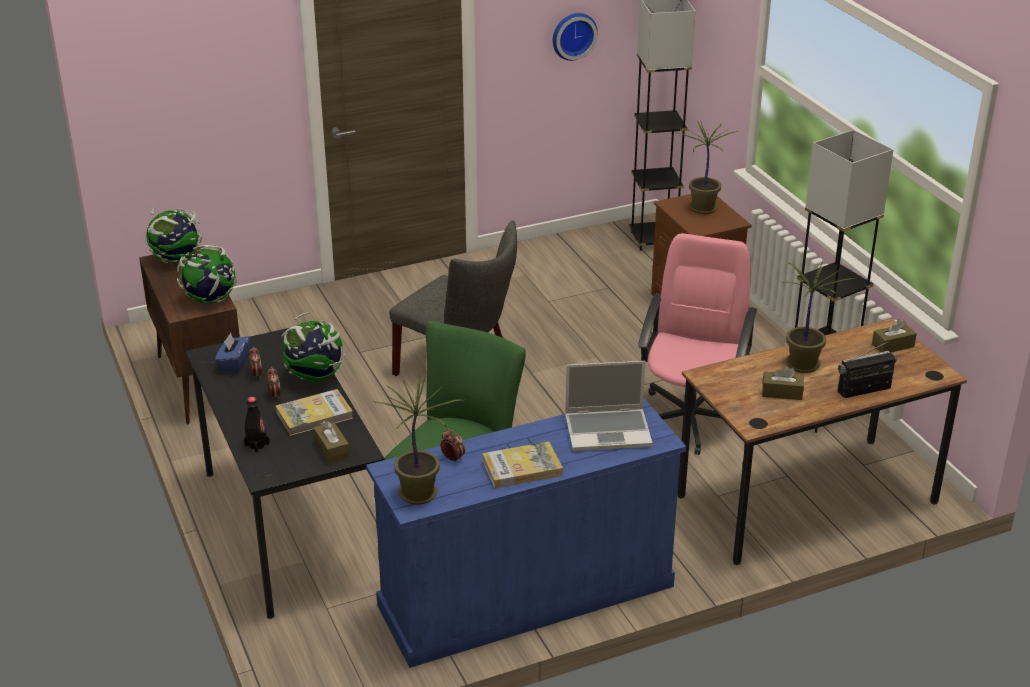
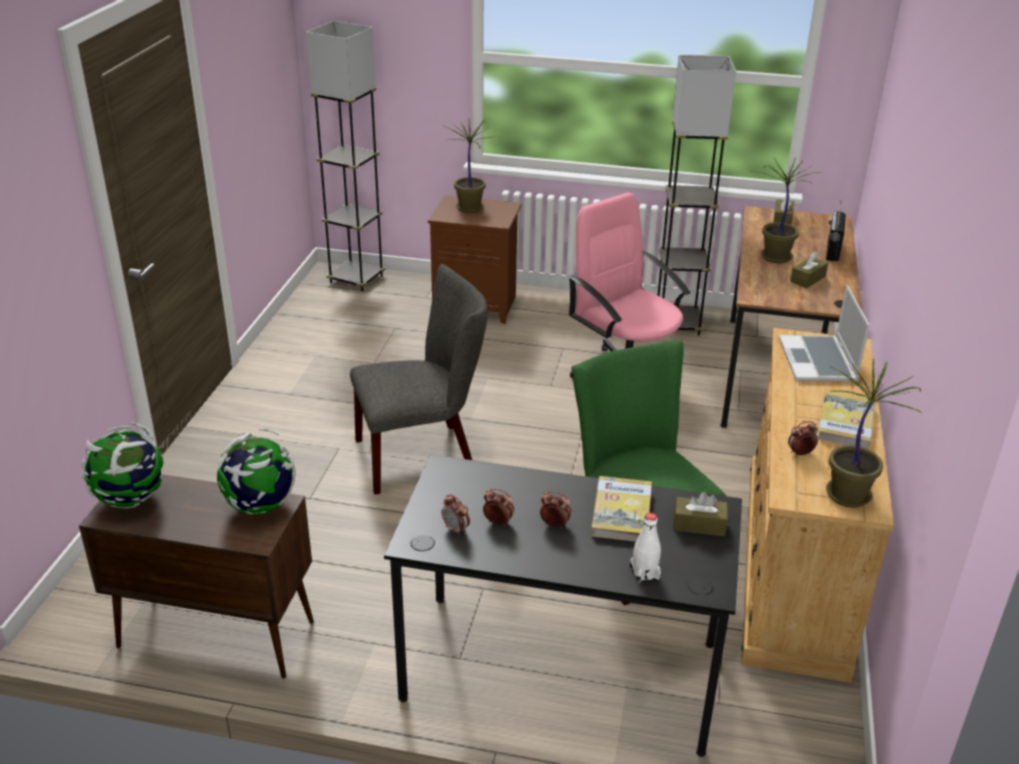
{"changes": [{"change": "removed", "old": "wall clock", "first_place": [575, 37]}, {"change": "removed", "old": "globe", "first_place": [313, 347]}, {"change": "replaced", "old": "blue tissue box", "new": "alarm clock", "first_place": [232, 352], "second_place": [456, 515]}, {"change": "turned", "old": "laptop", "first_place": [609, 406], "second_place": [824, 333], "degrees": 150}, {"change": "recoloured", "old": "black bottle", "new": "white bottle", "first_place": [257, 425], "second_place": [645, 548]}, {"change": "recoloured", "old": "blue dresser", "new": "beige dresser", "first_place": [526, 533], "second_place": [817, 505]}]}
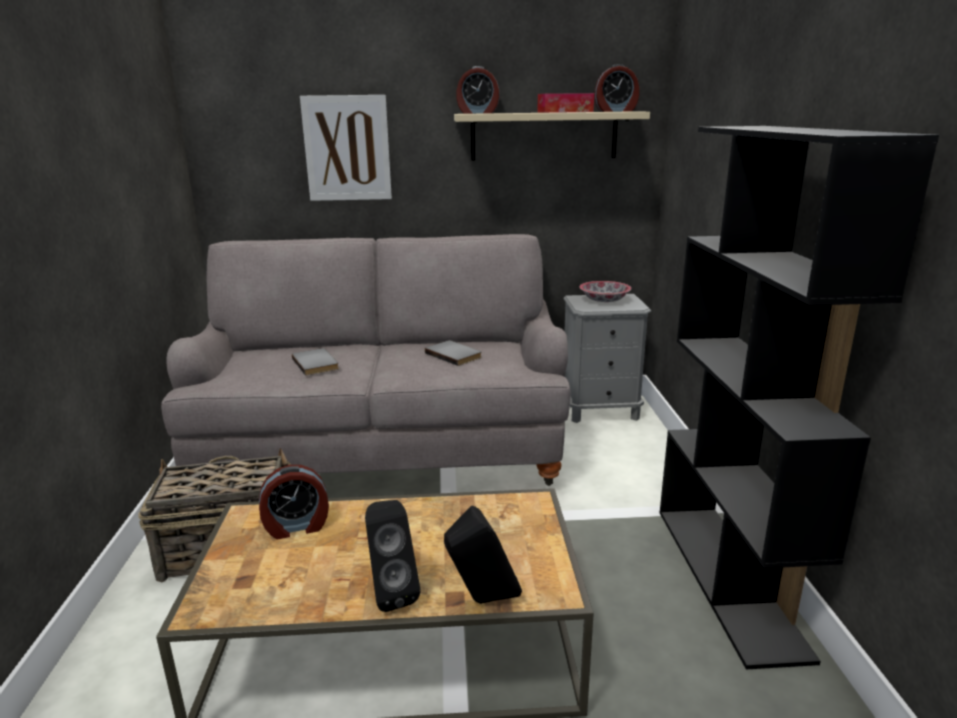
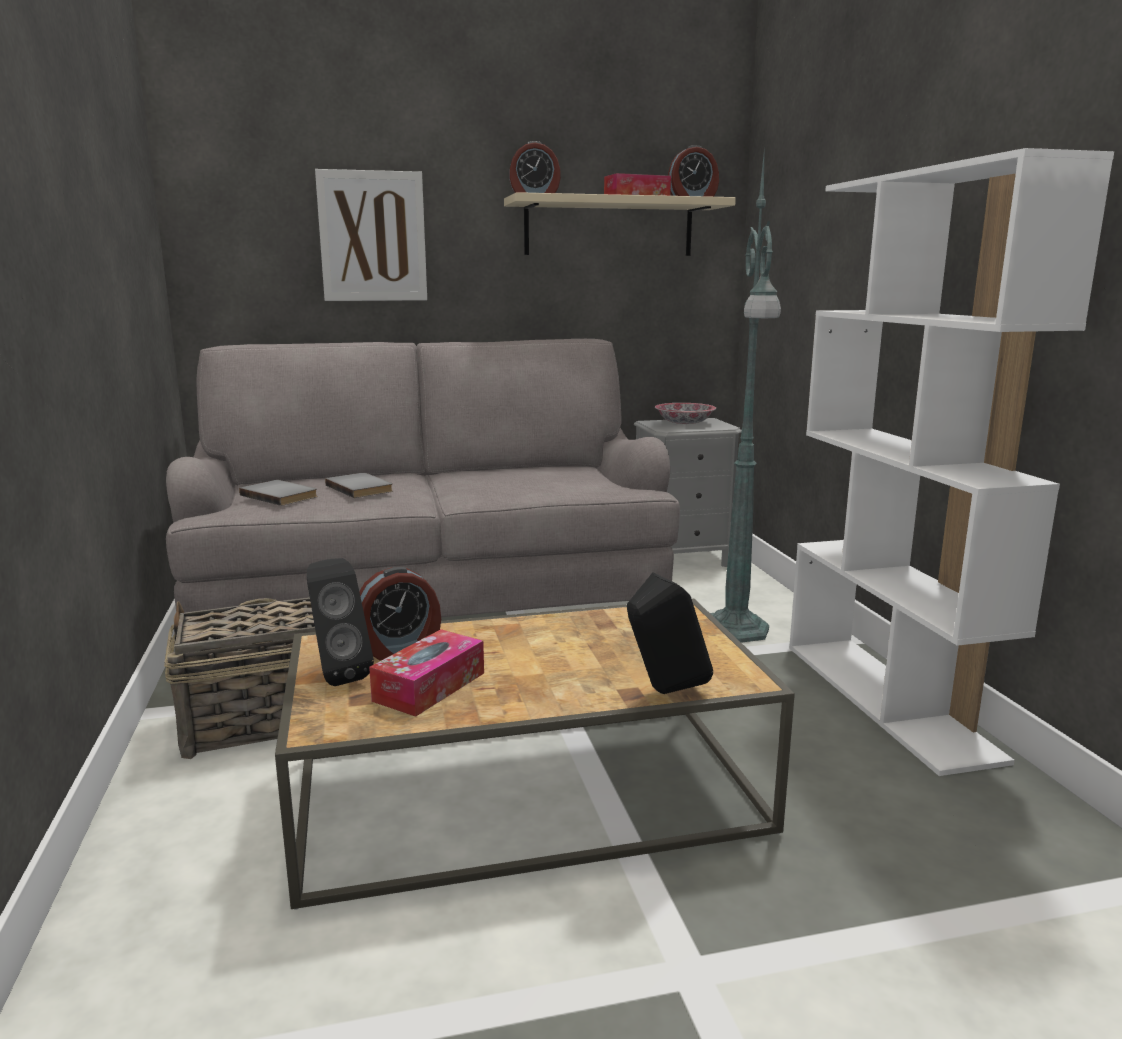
{"changes": [{"change": "recoloured", "old": "black bookcase", "new": "white bookcase", "first_place": [799, 397], "second_place": [951, 462]}, {"change": "moved", "old": "grey book", "first_place": [453, 353], "second_place": [278, 493]}, {"change": "moved", "old": "black speaker", "first_place": [393, 556], "second_place": [340, 622]}, {"change": "added", "new": "green floor lamp", "second_place": [745, 394]}, {"change": "added", "new": "tissue box", "second_place": [426, 673]}]}
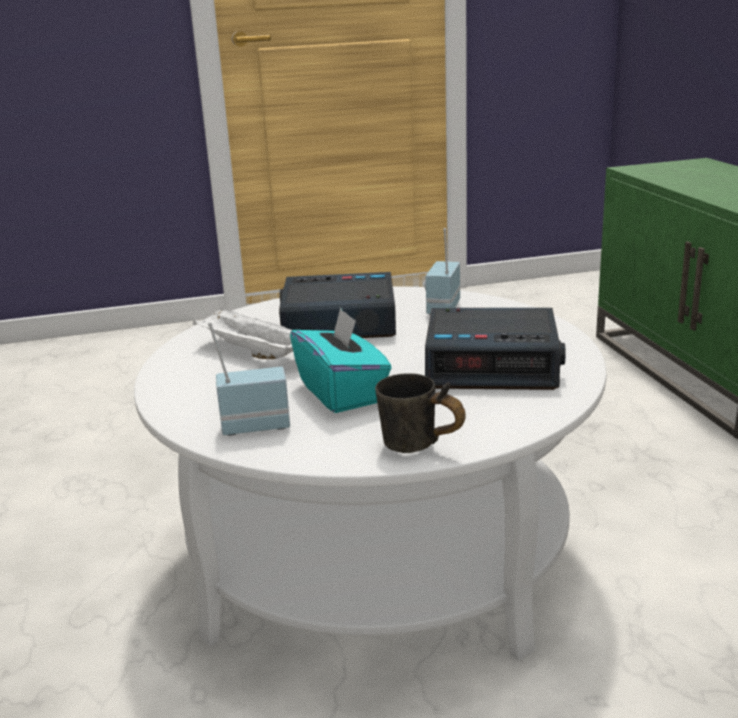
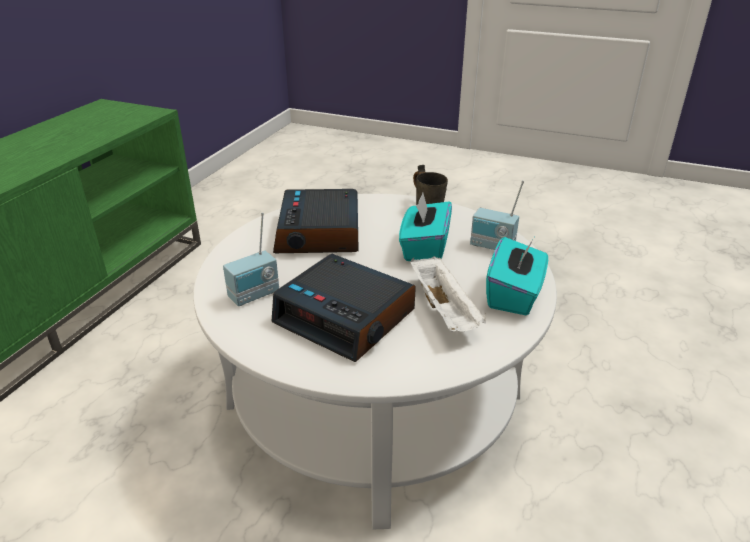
{"changes": [{"change": "turned", "old": "alarm clock", "first_place": [495, 349], "second_place": [316, 221], "degrees": -135}, {"change": "added", "new": "turquoise tissue box", "second_place": [517, 276]}]}
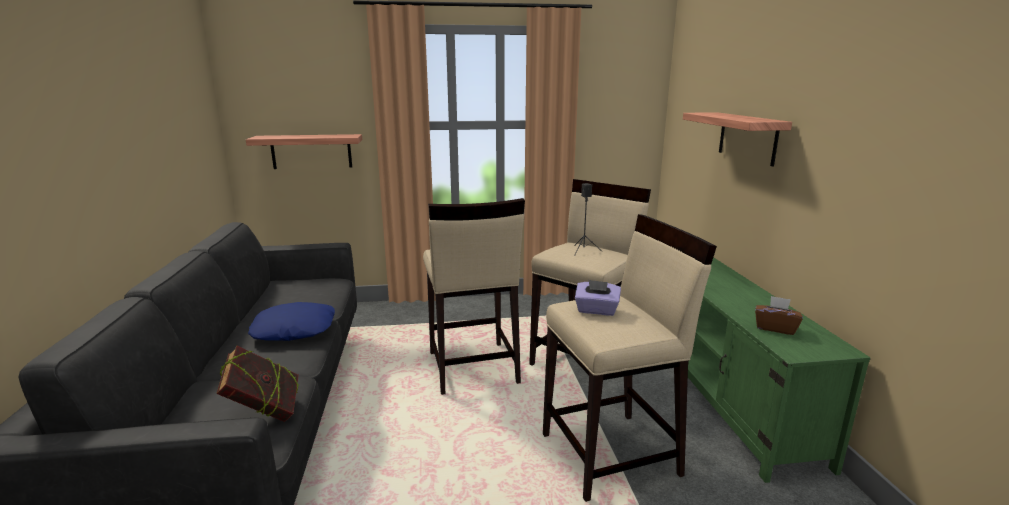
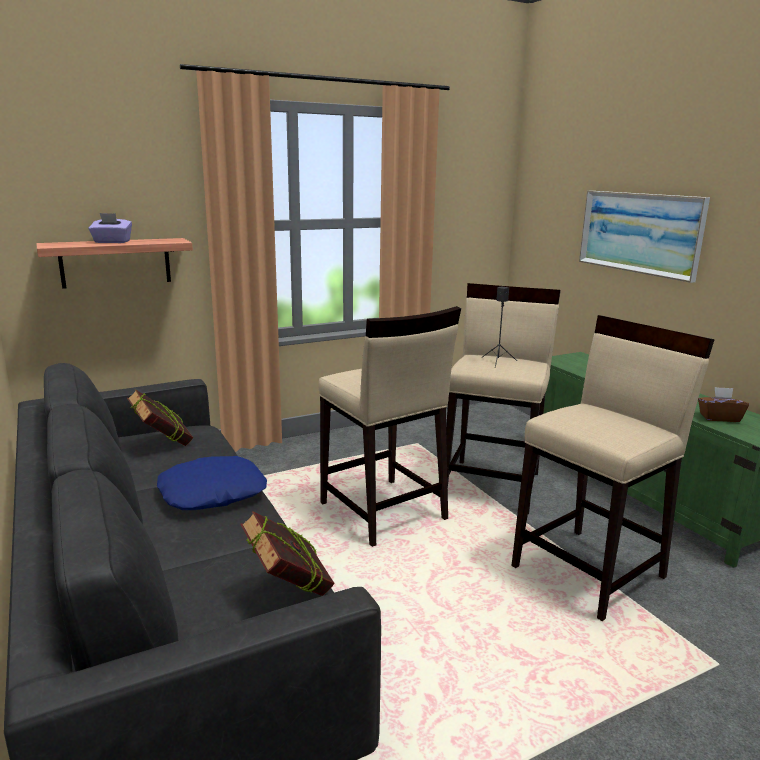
{"changes": [{"change": "replaced", "old": "shelf", "new": "picture", "first_place": [737, 139], "second_place": [644, 237]}, {"change": "moved", "old": "purple tissue box", "first_place": [598, 298], "second_place": [110, 228]}, {"change": "added", "new": "book", "second_place": [160, 417]}]}
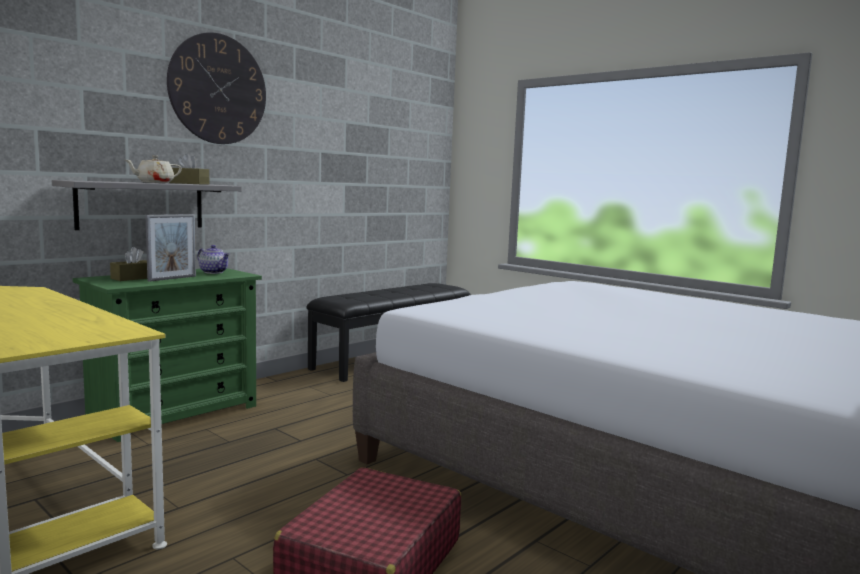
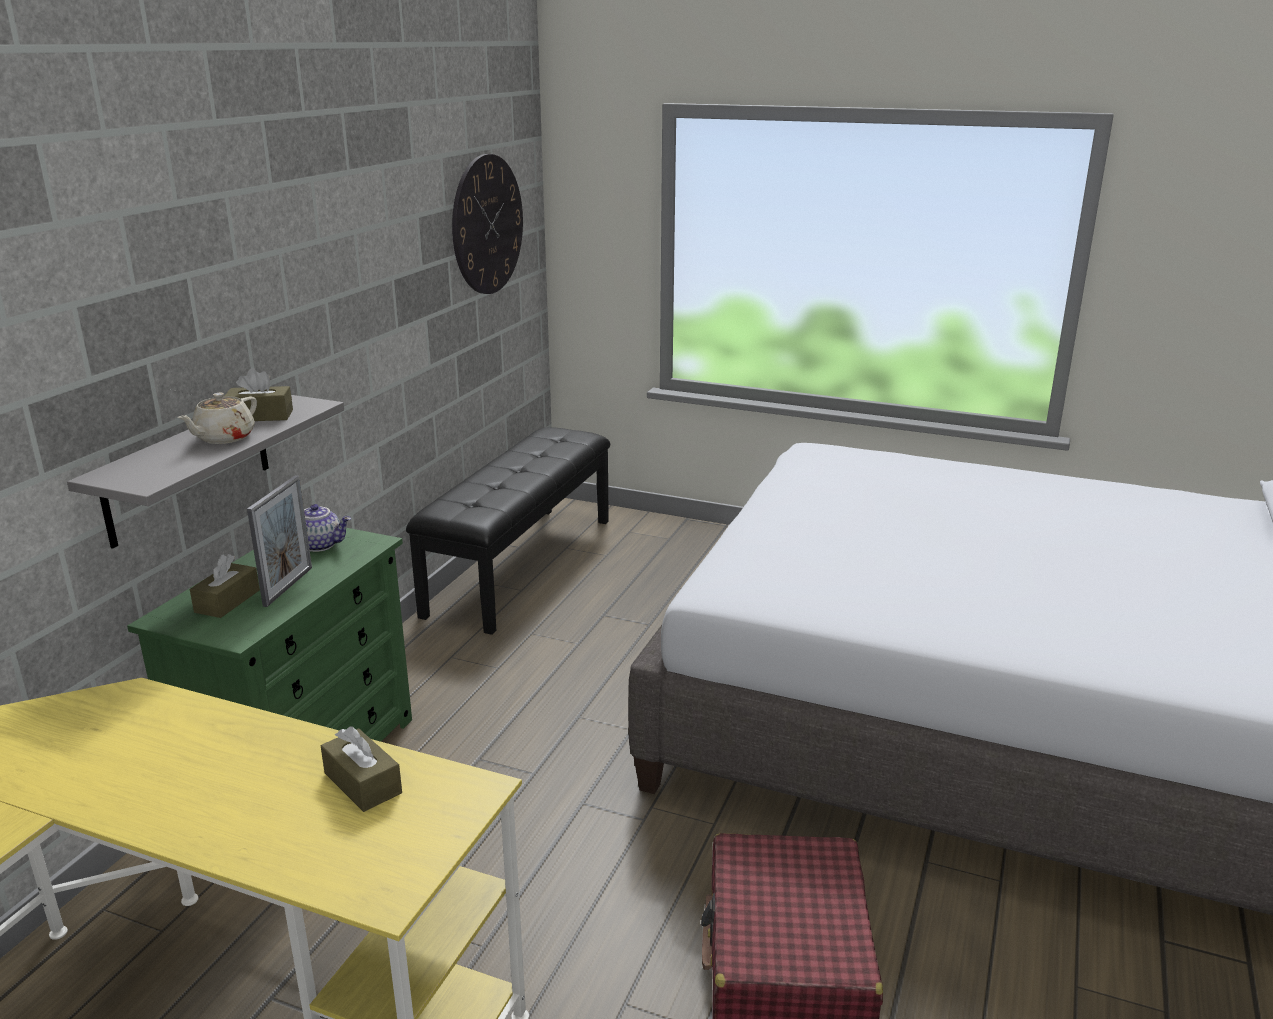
{"changes": [{"change": "moved", "old": "wall clock", "first_place": [216, 88], "second_place": [487, 224]}, {"change": "added", "new": "brown tissue box", "second_place": [361, 769]}]}
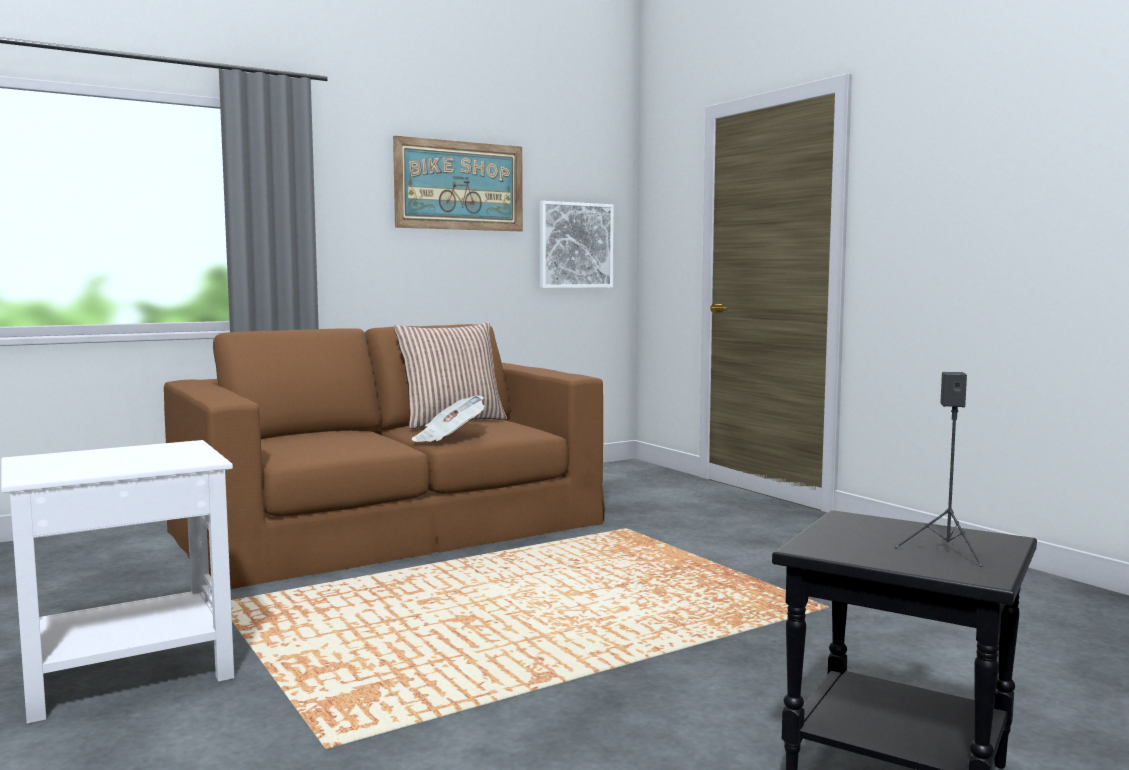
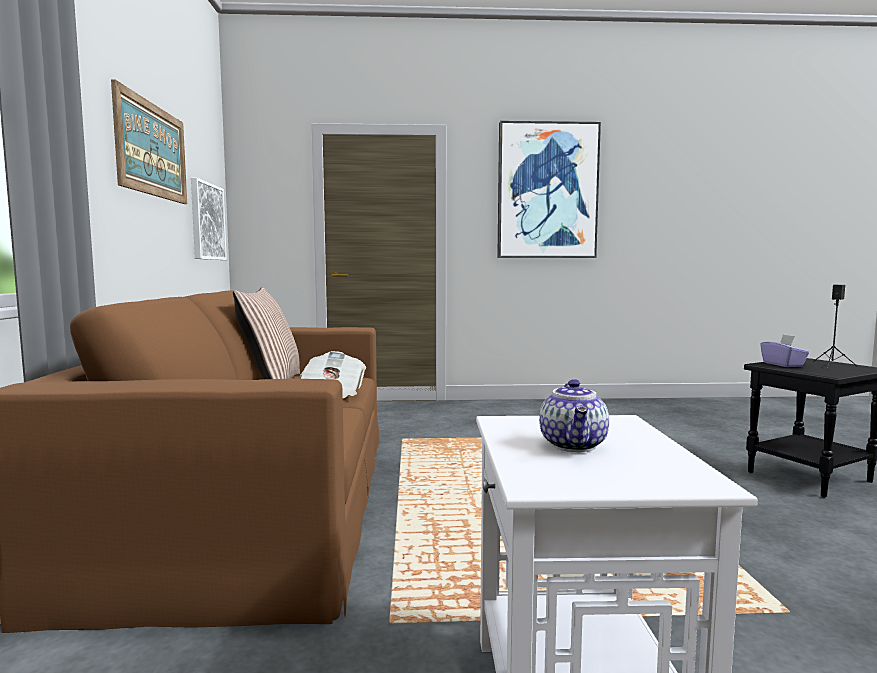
{"changes": [{"change": "added", "new": "picture", "second_place": [549, 189]}, {"change": "added", "new": "purple tissue box", "second_place": [784, 350]}, {"change": "added", "new": "teapot", "second_place": [574, 415]}]}
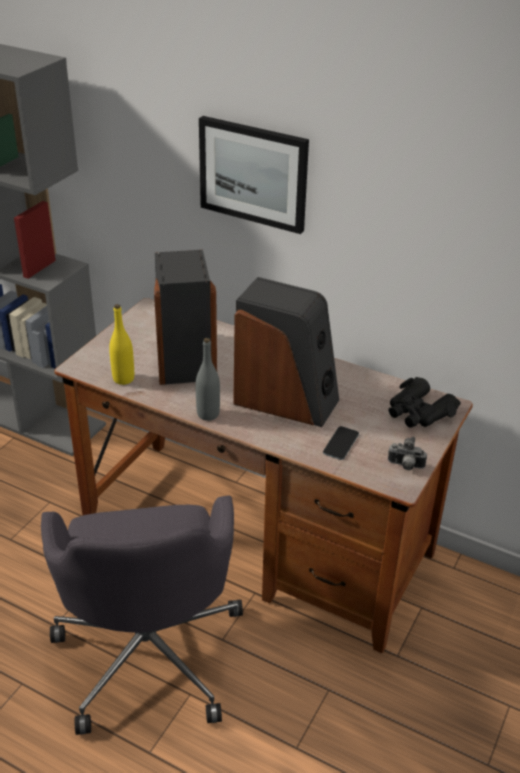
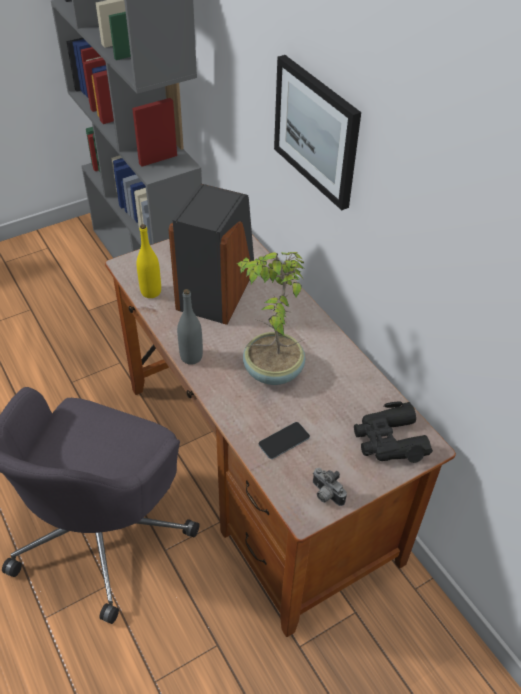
{"changes": [{"change": "replaced", "old": "speaker", "new": "potted plant", "first_place": [286, 352], "second_place": [271, 318]}]}
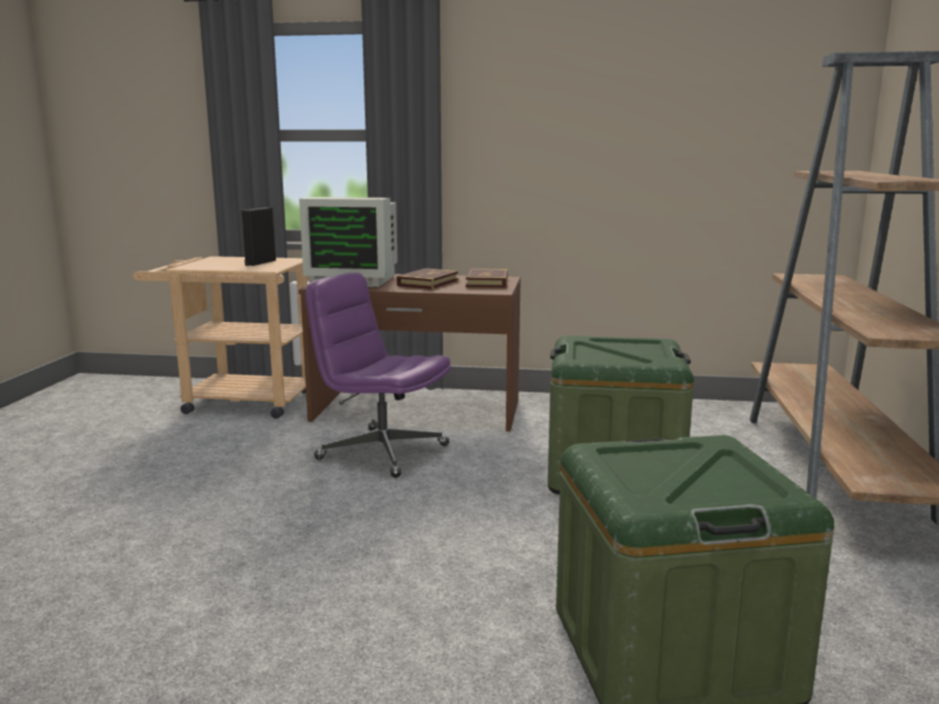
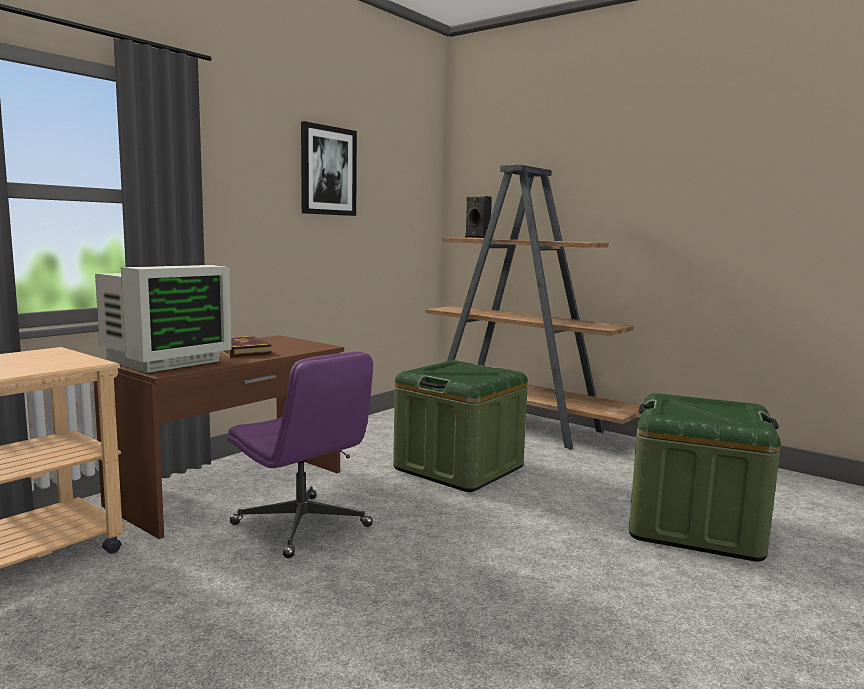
{"changes": [{"change": "moved", "old": "black speaker", "first_place": [258, 236], "second_place": [478, 217]}, {"change": "removed", "old": "book", "first_place": [487, 278]}, {"change": "turned", "old": "purple office chair", "first_place": [378, 375], "second_place": [300, 454], "degrees": -105}, {"change": "added", "new": "picture", "second_place": [329, 168]}]}
